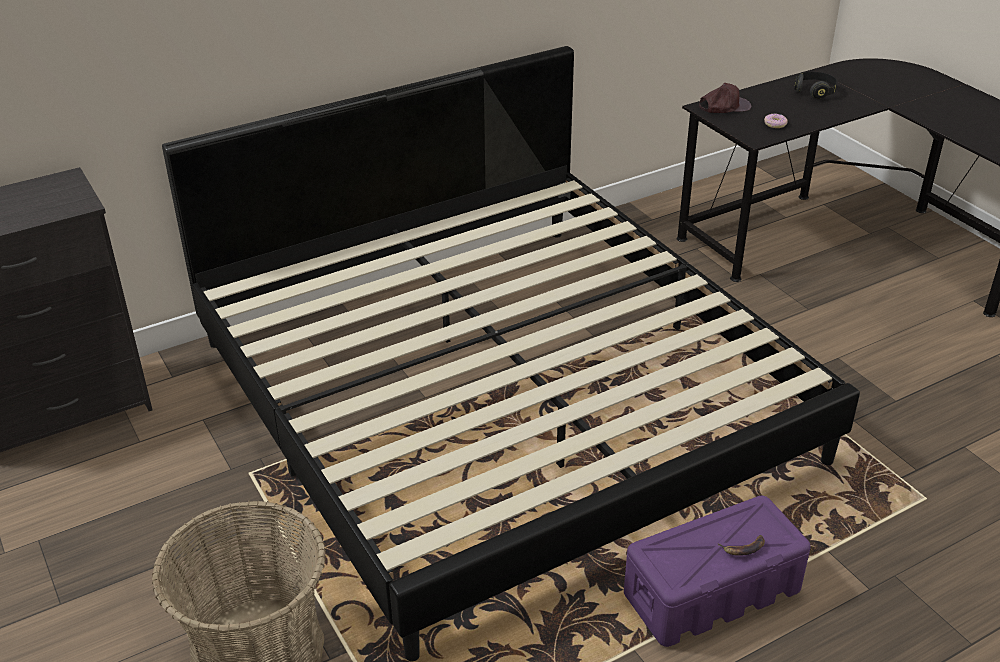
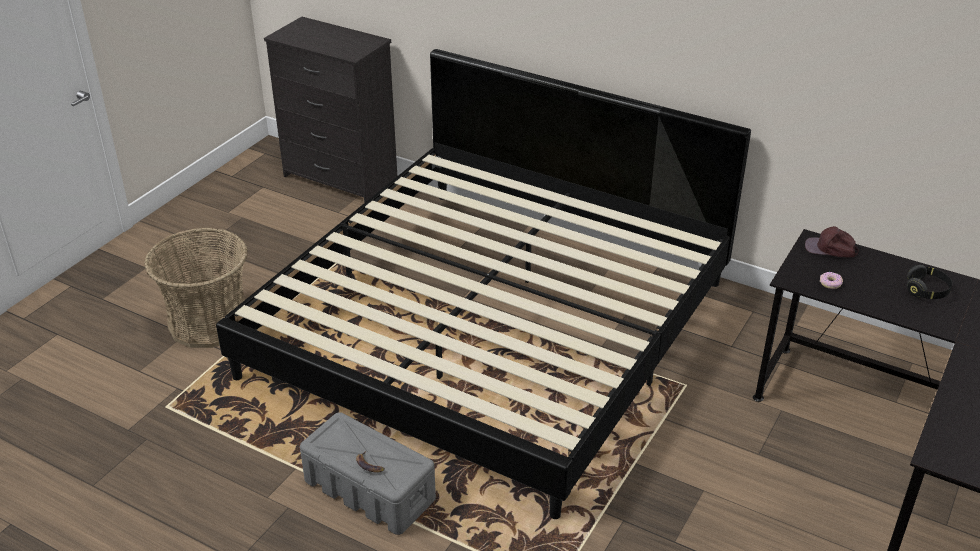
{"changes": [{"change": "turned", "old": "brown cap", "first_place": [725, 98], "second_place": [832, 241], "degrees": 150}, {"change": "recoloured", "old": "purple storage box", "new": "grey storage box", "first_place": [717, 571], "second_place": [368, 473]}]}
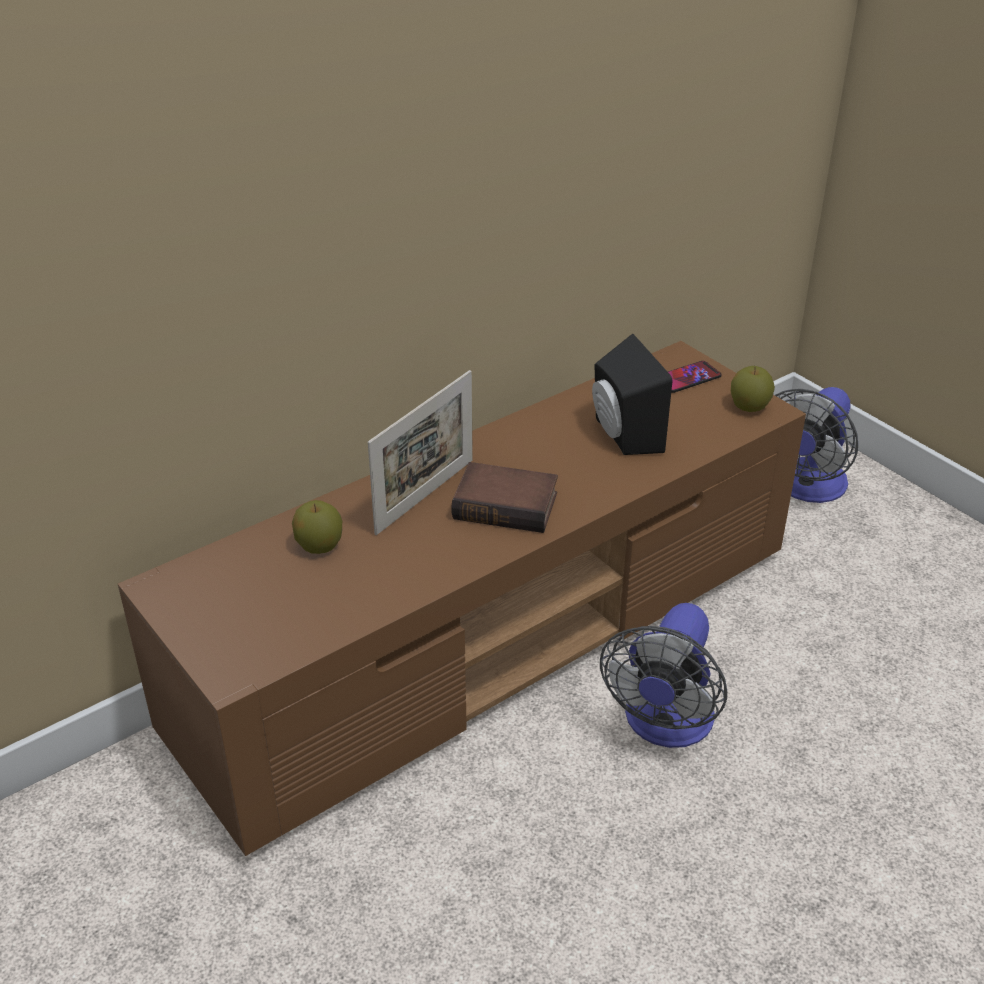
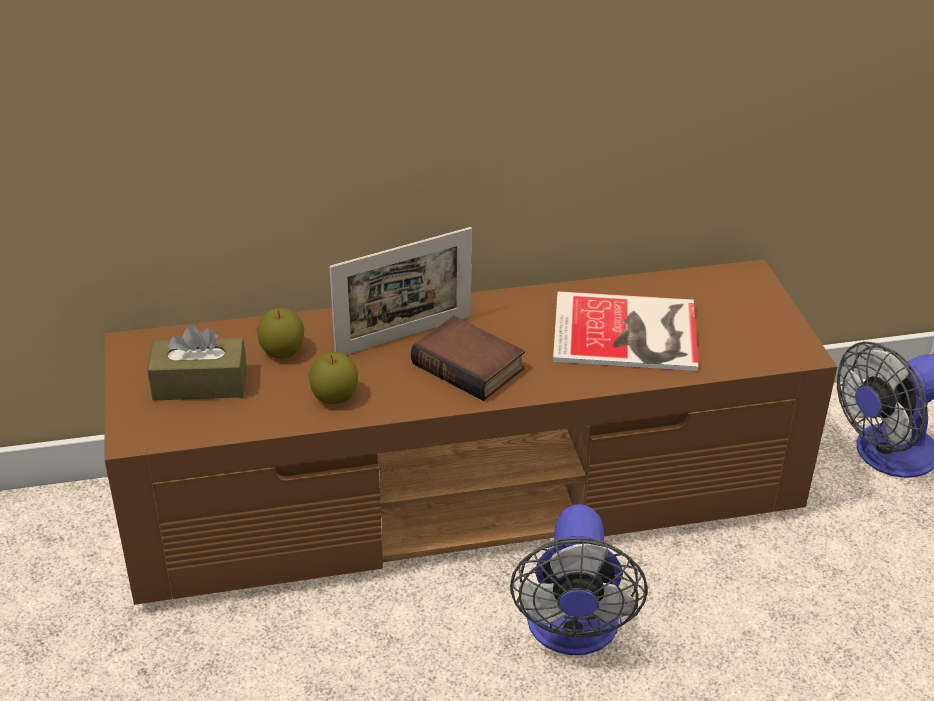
{"changes": [{"change": "replaced", "old": "black speaker", "new": "book", "first_place": [632, 394], "second_place": [625, 331]}, {"change": "removed", "old": "phone", "first_place": [695, 377]}, {"change": "moved", "old": "apple", "first_place": [753, 389], "second_place": [333, 378]}, {"change": "turned", "old": "fan", "first_place": [663, 675], "second_place": [579, 579], "degrees": -45}, {"change": "added", "new": "brown tissue box", "second_place": [197, 362]}]}
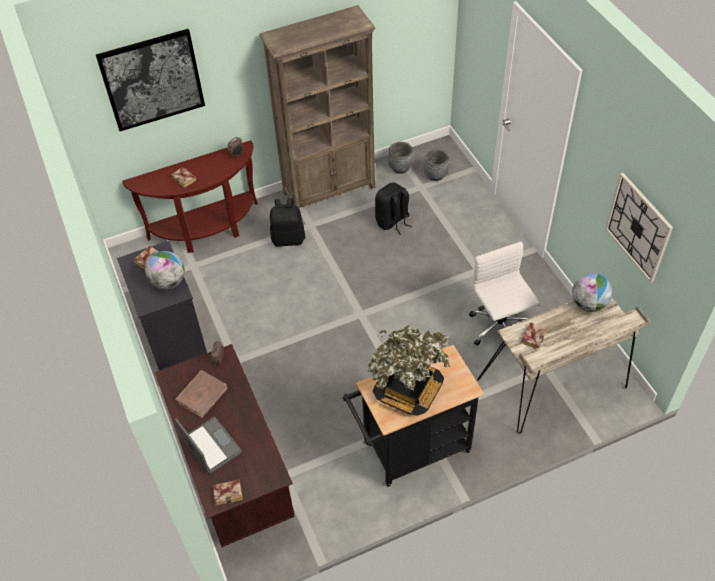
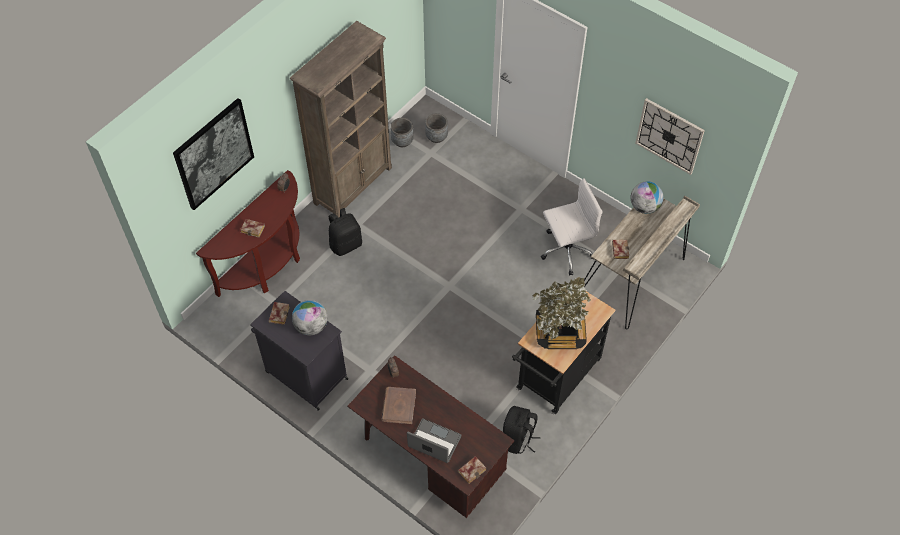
{"changes": [{"change": "moved", "old": "black backpack", "first_place": [393, 208], "second_place": [521, 430]}, {"change": "turned", "old": "white office chair", "first_place": [504, 293], "second_place": [572, 227], "degrees": 120}]}
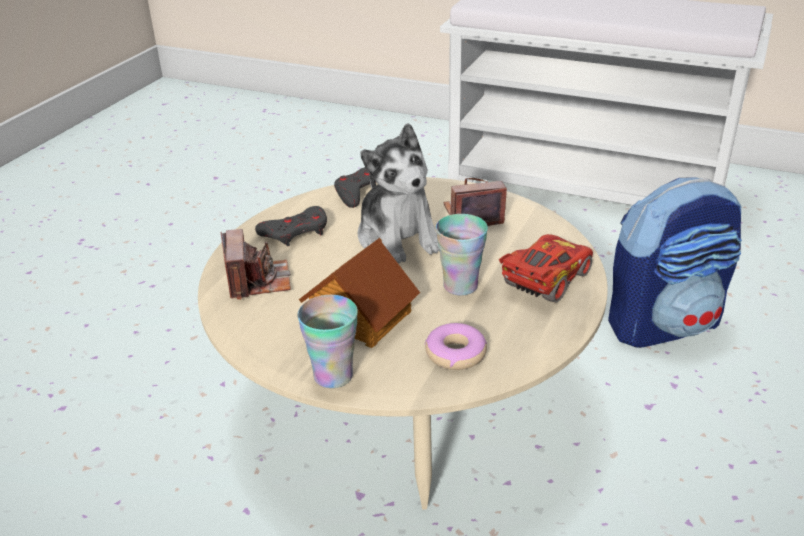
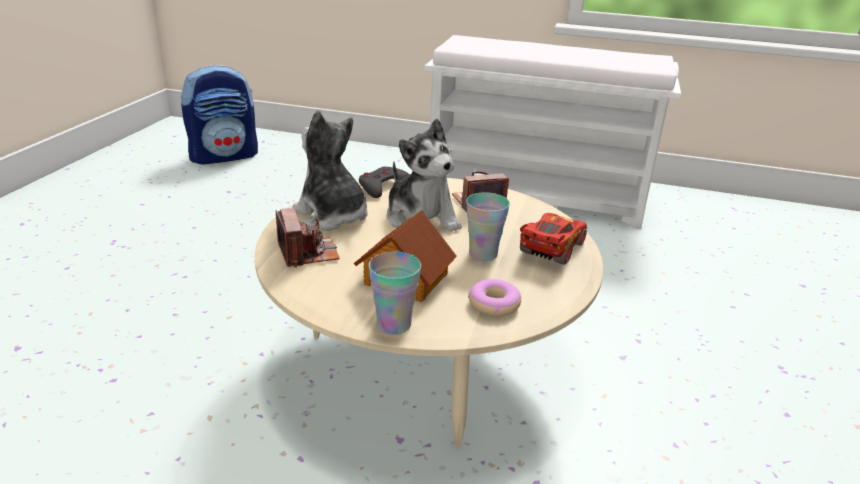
{"changes": [{"change": "moved", "old": "backpack", "first_place": [675, 262], "second_place": [219, 114]}, {"change": "replaced", "old": "grey game controller", "new": "plush toy", "first_place": [291, 226], "second_place": [330, 170]}]}
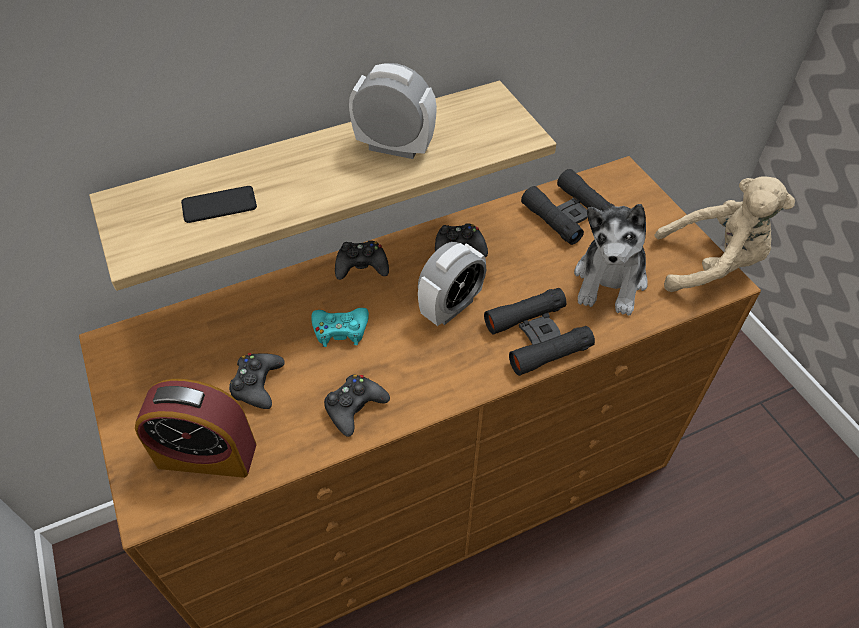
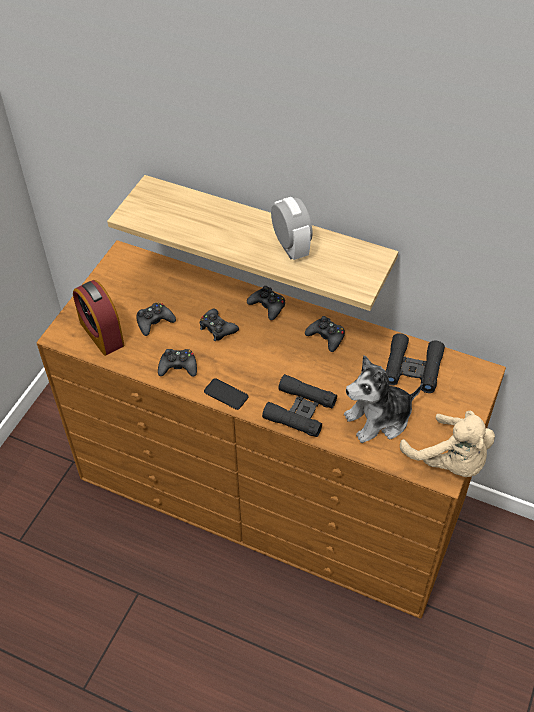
{"changes": [{"change": "moved", "old": "phone", "first_place": [219, 204], "second_place": [226, 394]}, {"change": "removed", "old": "alarm clock", "first_place": [452, 284]}, {"change": "recoloured", "old": "turquoise game controller", "new": "black game controller", "first_place": [340, 327], "second_place": [219, 325]}]}
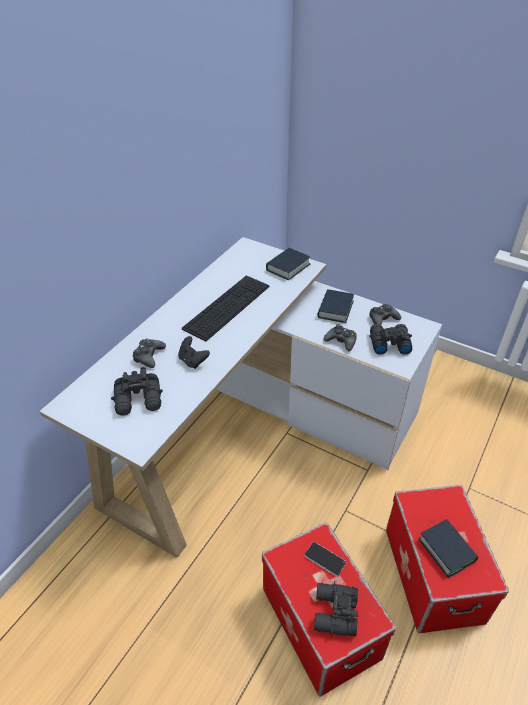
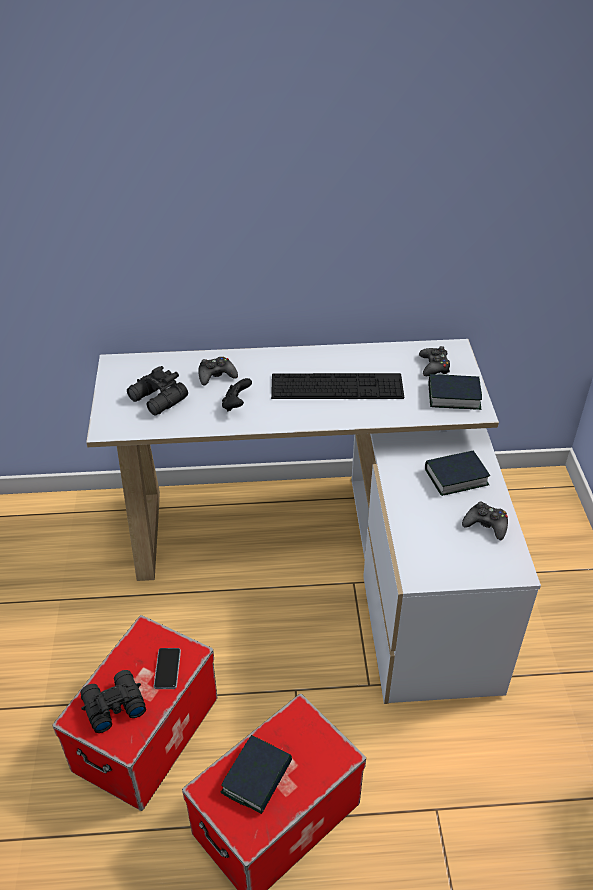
{"changes": [{"change": "moved", "old": "black game controller", "first_place": [340, 337], "second_place": [434, 361]}, {"change": "removed", "old": "black binoculars", "first_place": [390, 339]}]}
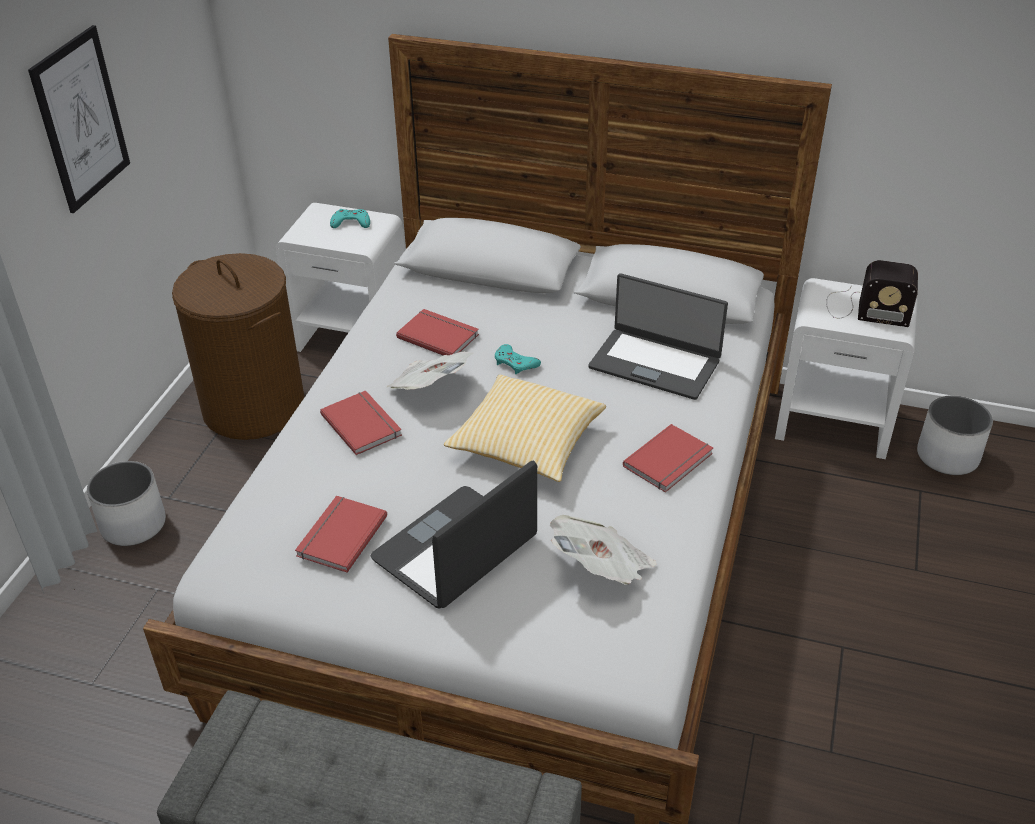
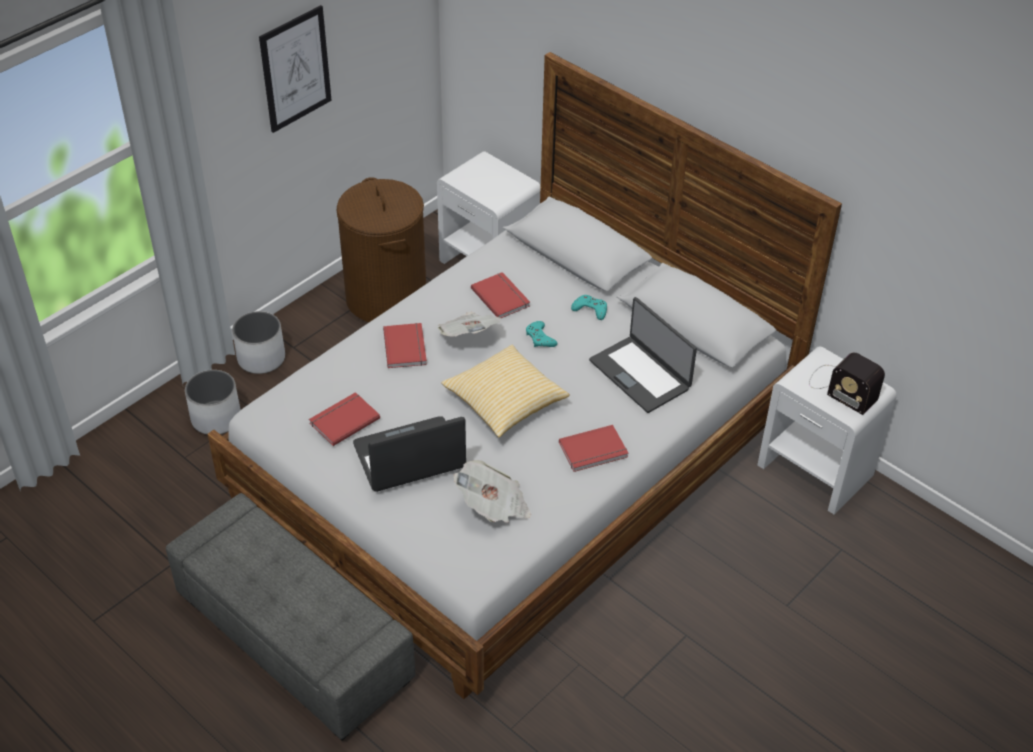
{"changes": [{"change": "moved", "old": "turquoise game controller", "first_place": [350, 218], "second_place": [589, 307]}, {"change": "moved", "old": "white planter", "first_place": [955, 435], "second_place": [213, 402]}]}
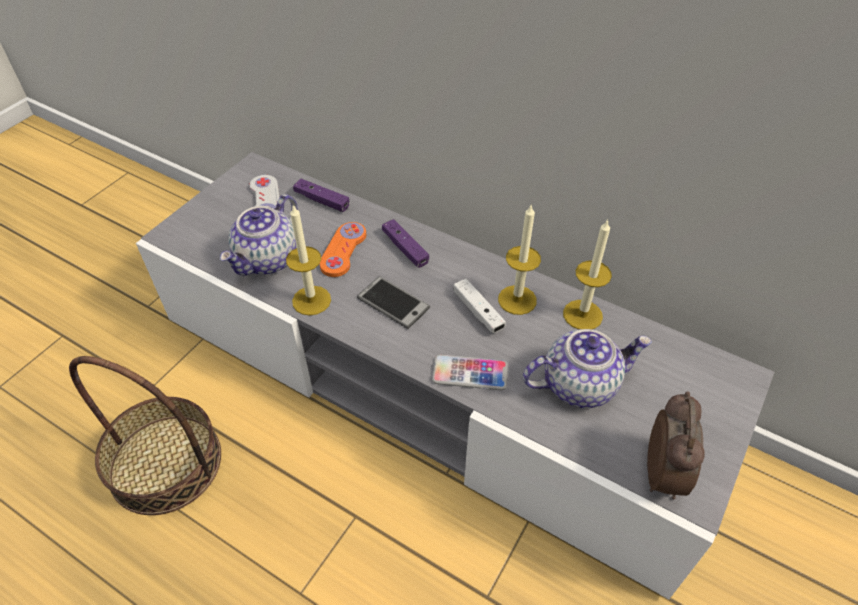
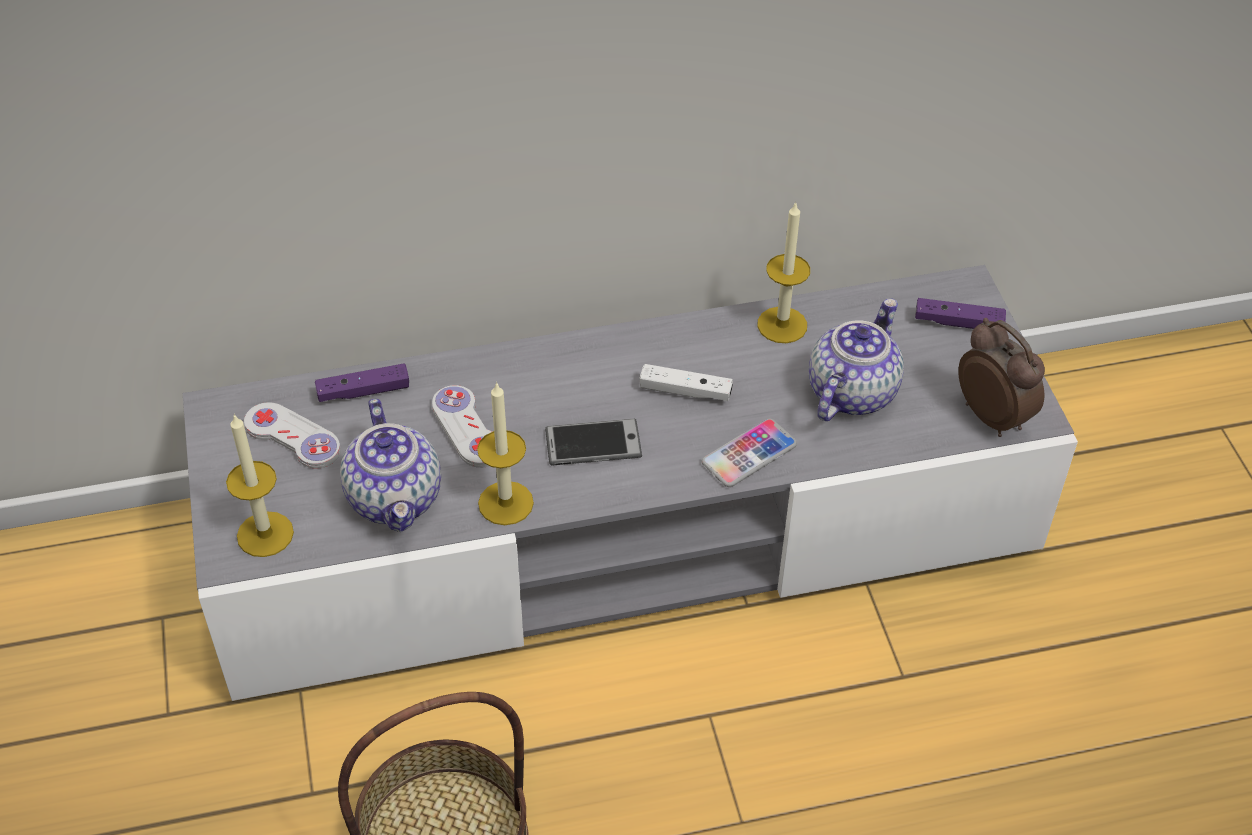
{"changes": [{"change": "moved", "old": "candle", "first_place": [519, 260], "second_place": [260, 485]}, {"change": "moved", "old": "purple game controller", "first_place": [405, 243], "second_place": [960, 313]}, {"change": "recoloured", "old": "orange game controller", "new": "white game controller", "first_place": [343, 249], "second_place": [462, 426]}]}
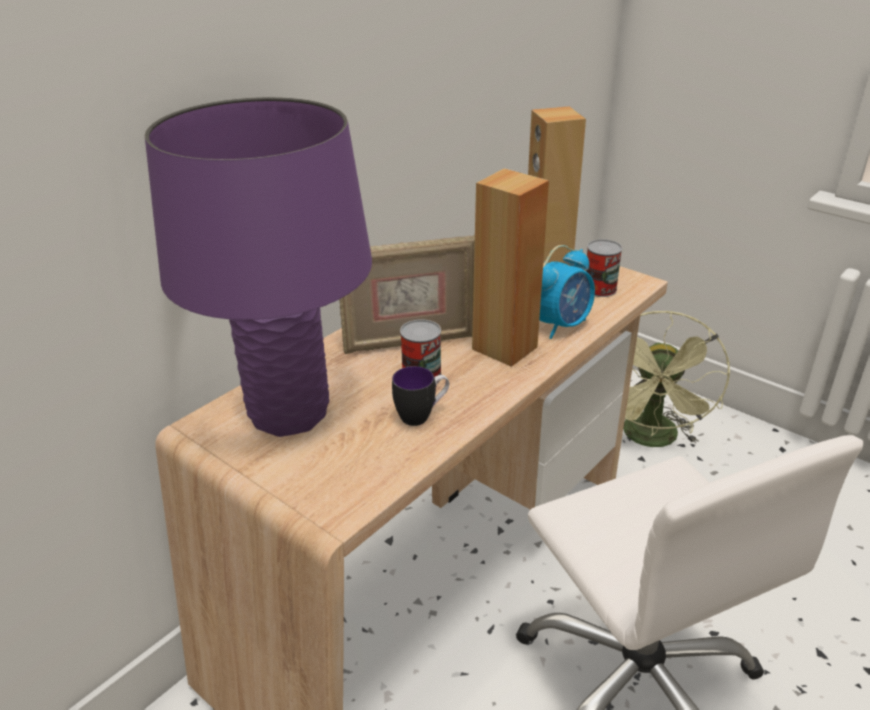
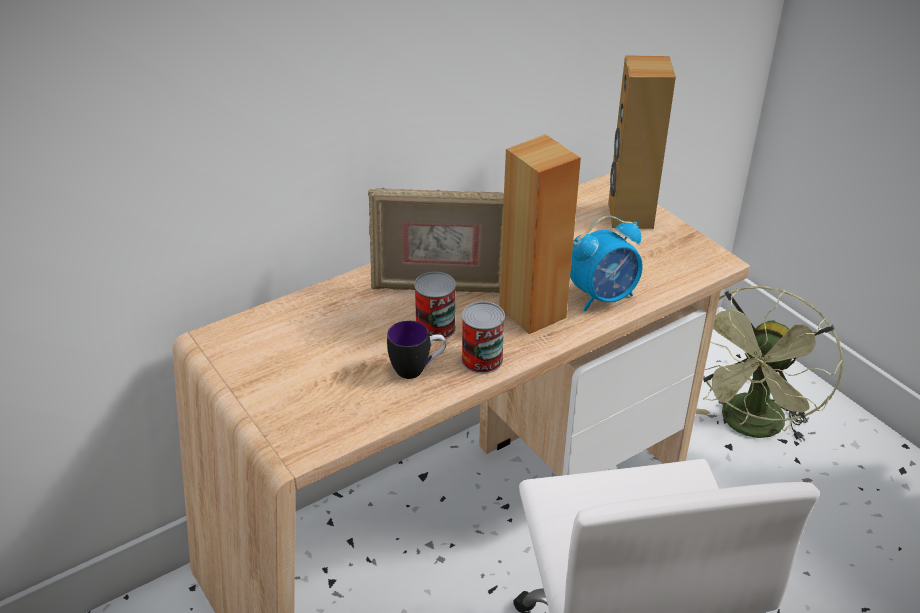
{"changes": [{"change": "removed", "old": "purple table lamp", "first_place": [258, 267]}, {"change": "moved", "old": "can", "first_place": [603, 268], "second_place": [483, 338]}]}
